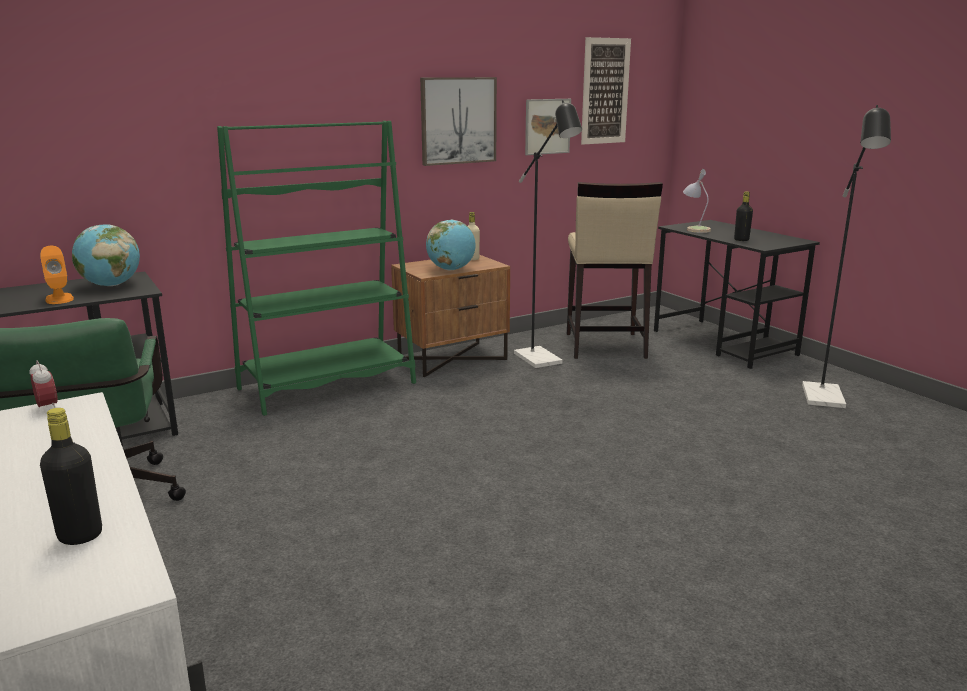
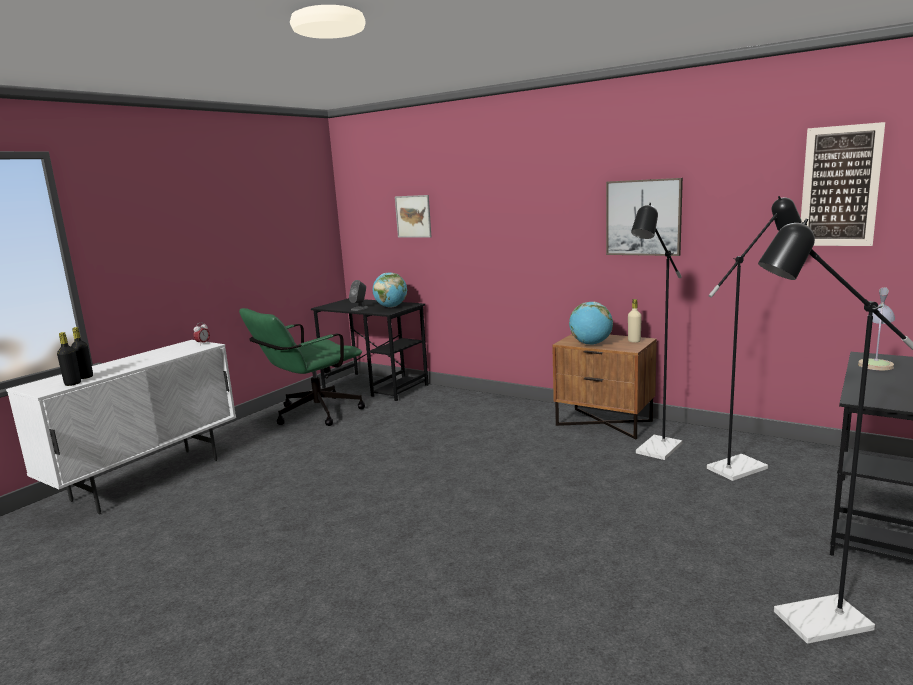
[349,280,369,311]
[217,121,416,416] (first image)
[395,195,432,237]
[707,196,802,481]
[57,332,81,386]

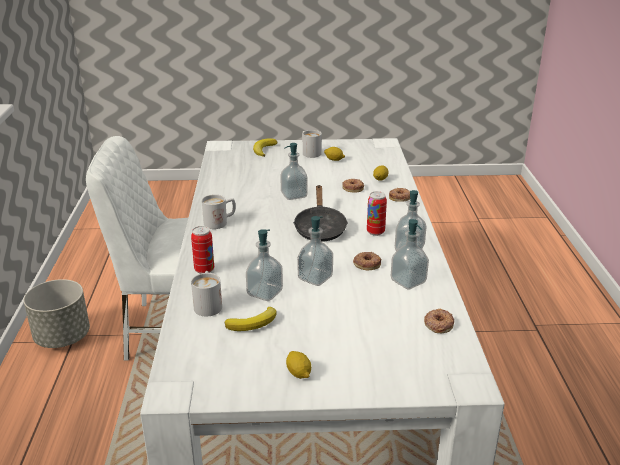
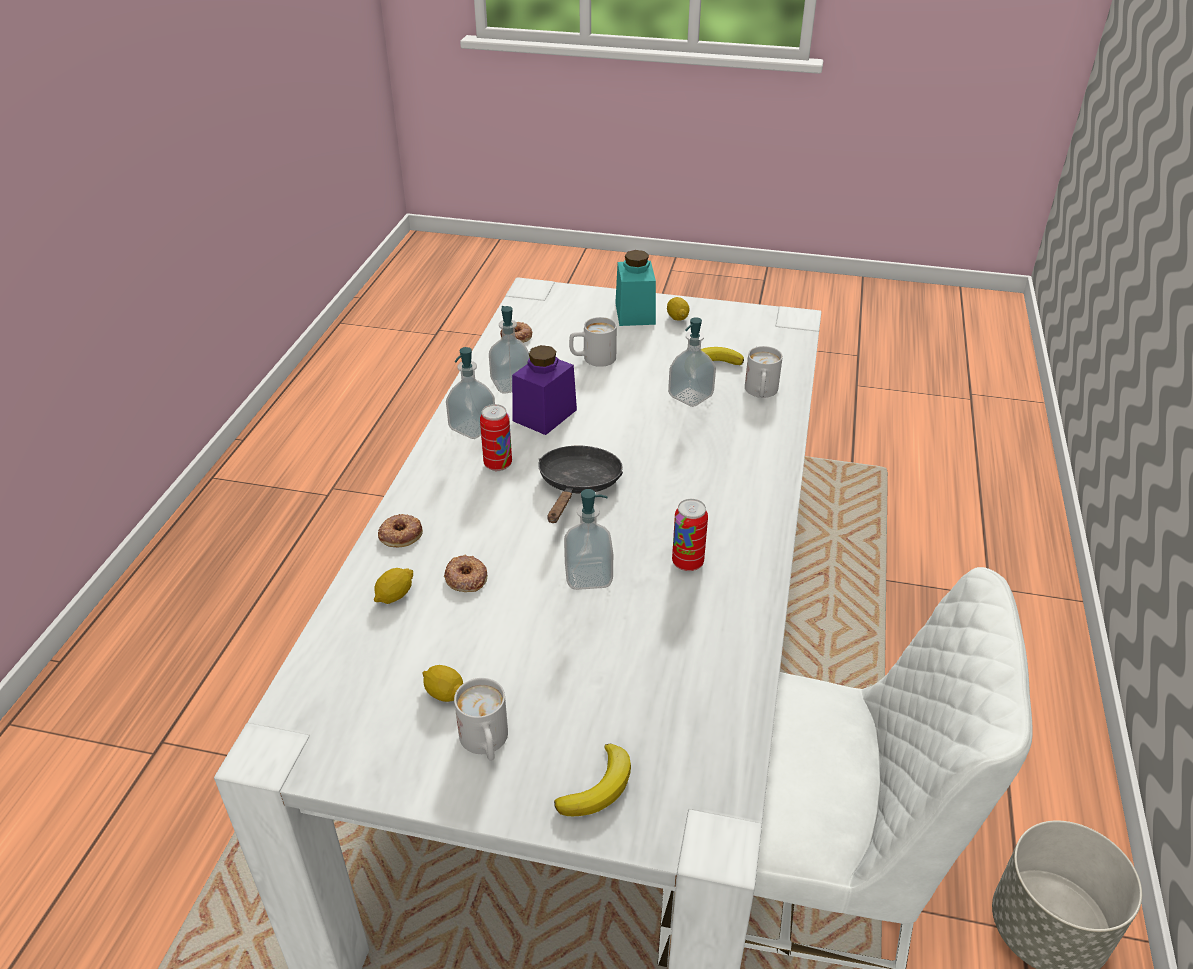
[672,499,708,571]
[569,317,617,367]
[297,216,333,286] (first image)
[512,345,577,435]
[615,250,656,326]

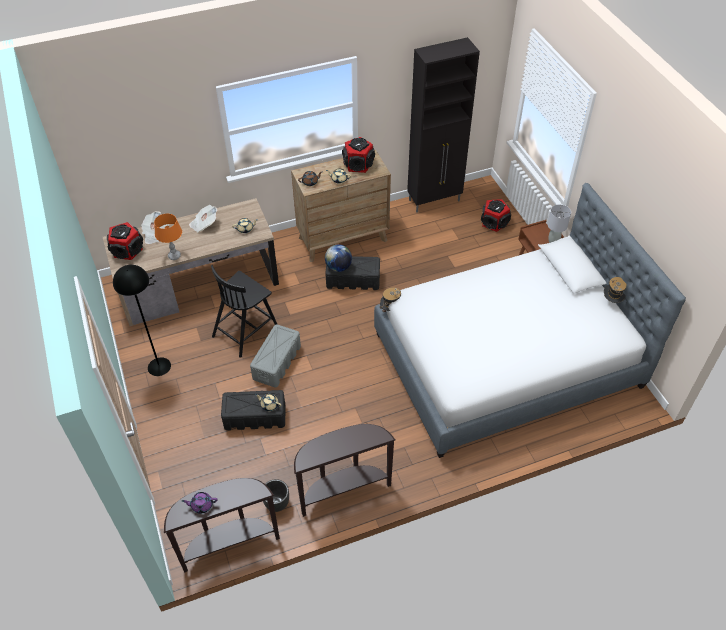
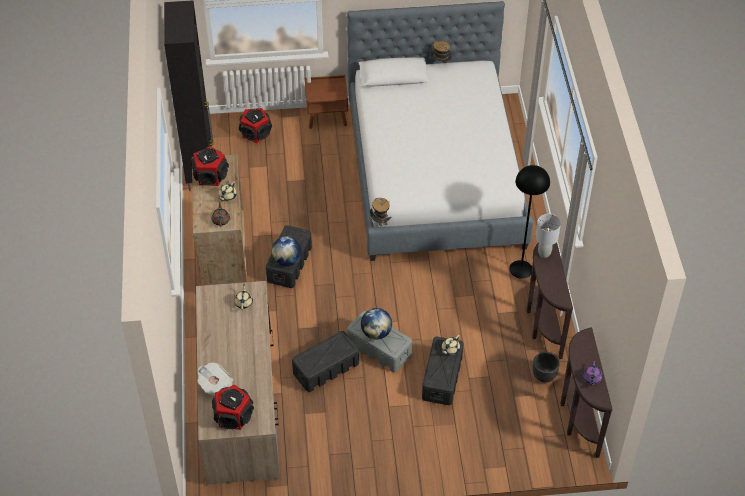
[509,165,550,279]
[154,214,182,260] (first image)
[189,205,218,233] (first image)
[292,331,359,392]
[535,214,561,258]
[361,308,392,340]

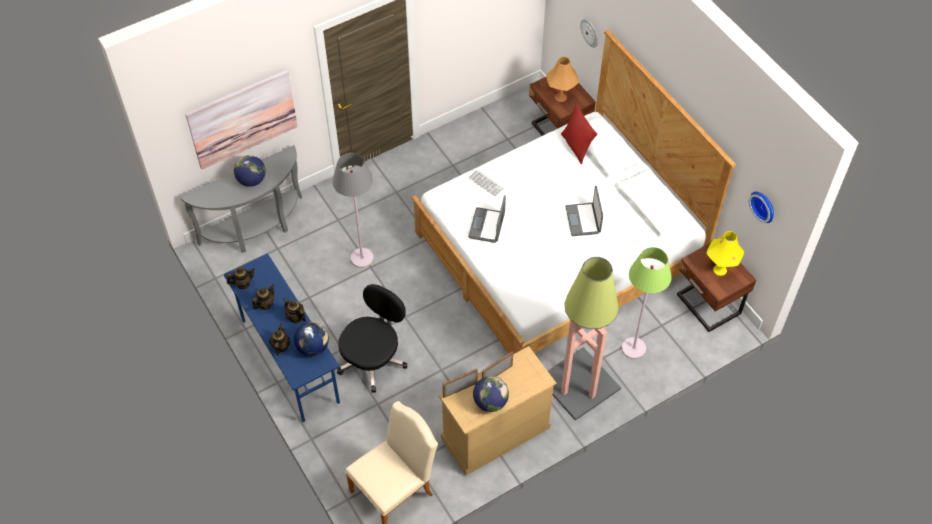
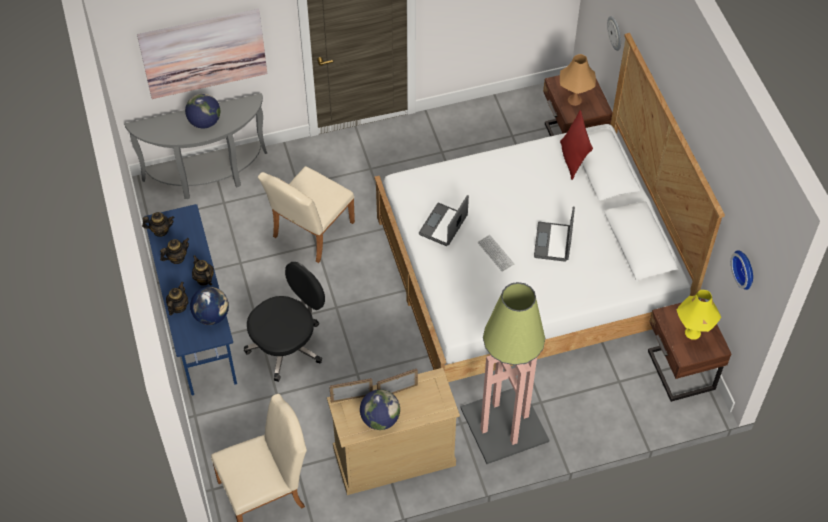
[258,166,355,263]
[478,235,514,272]
[622,247,672,359] (first image)

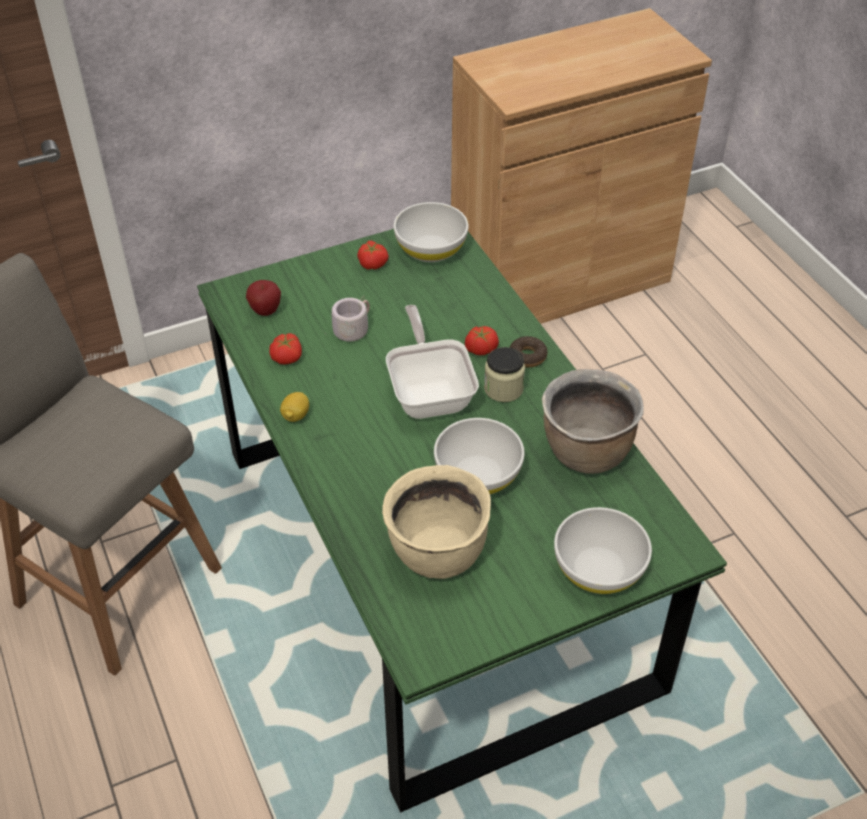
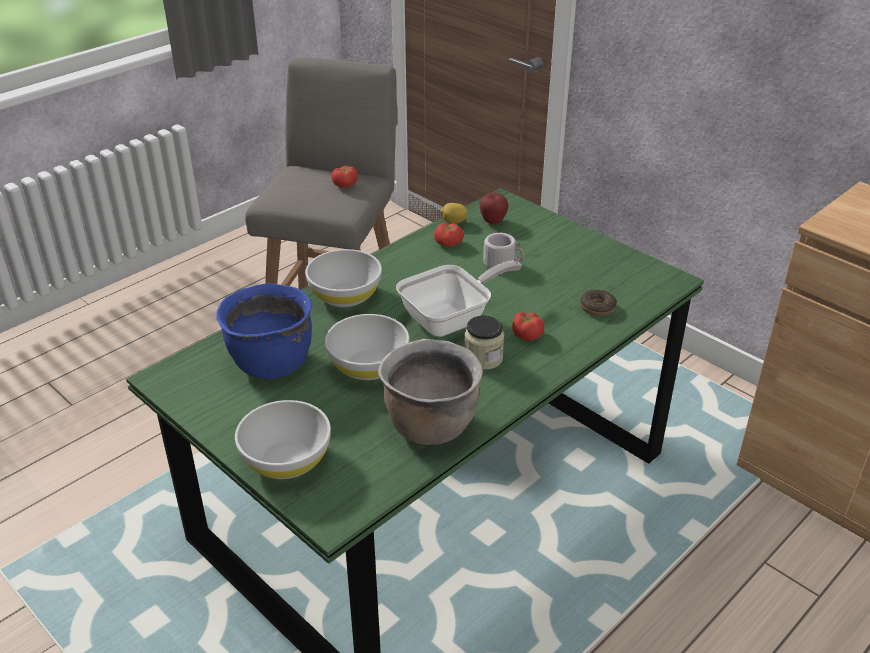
[440,203,468,224]
[331,166,358,187]
[216,284,312,379]
[305,249,382,307]
[580,290,617,316]

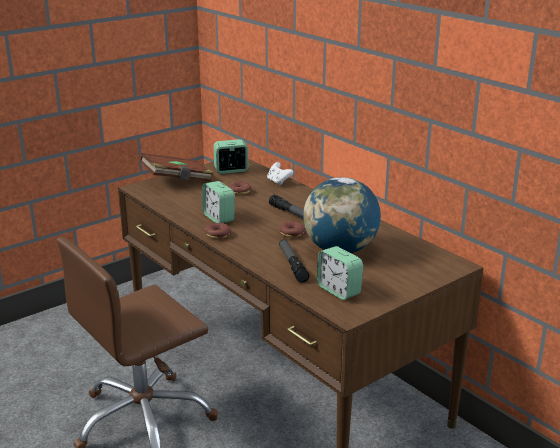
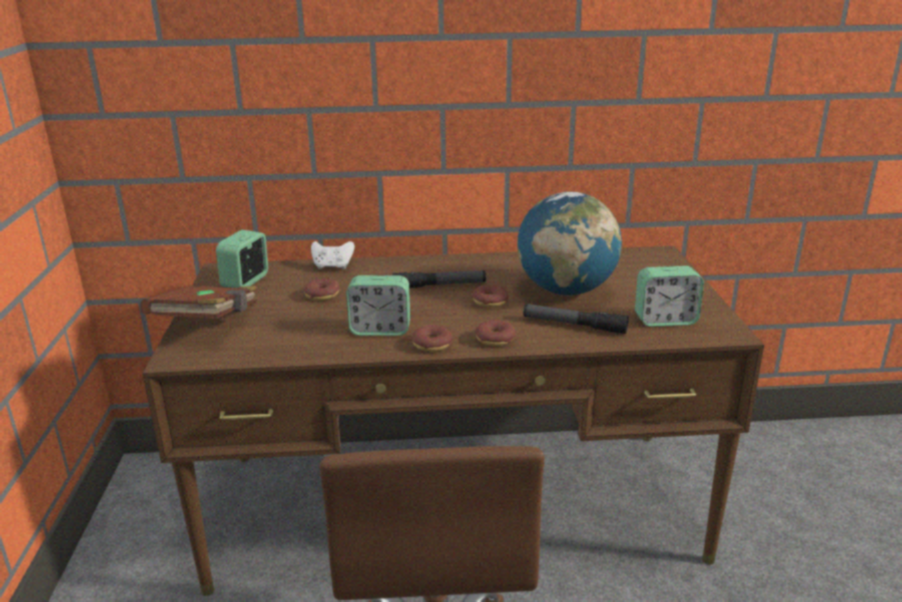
[475,320,516,346]

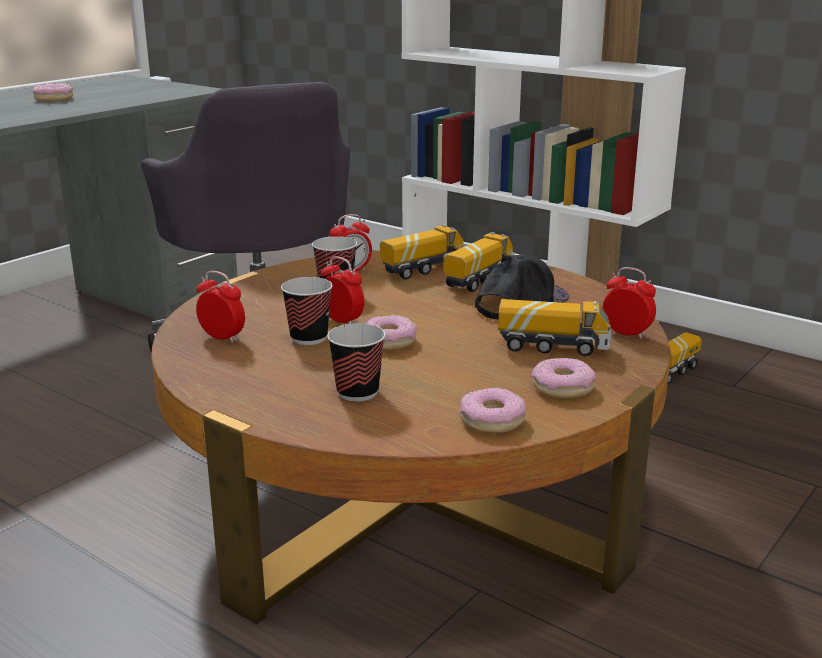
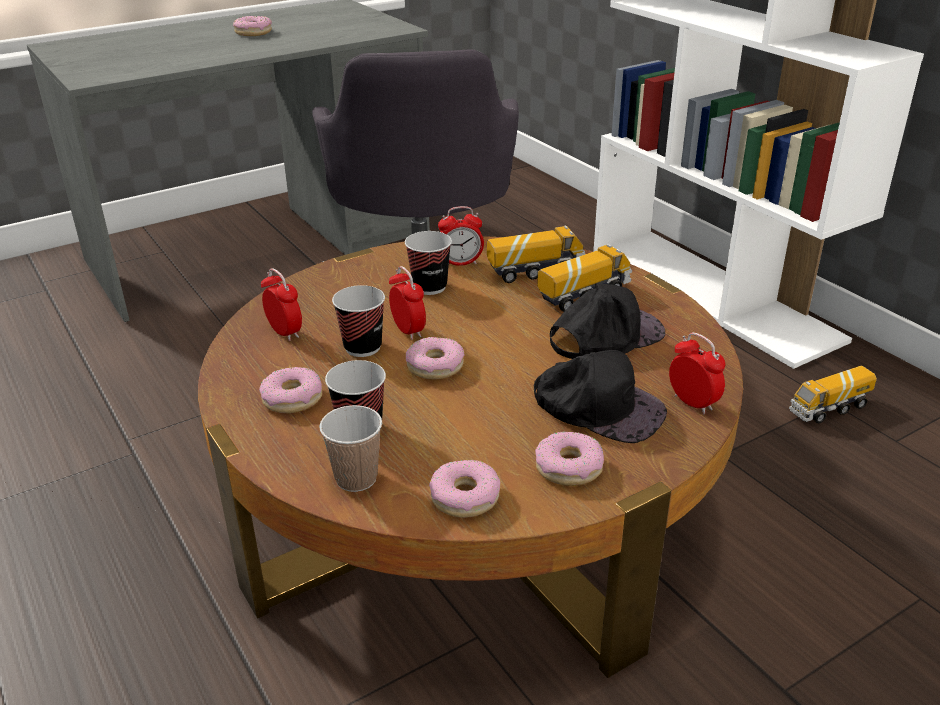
[534,350,667,443]
[259,367,322,413]
[319,405,382,492]

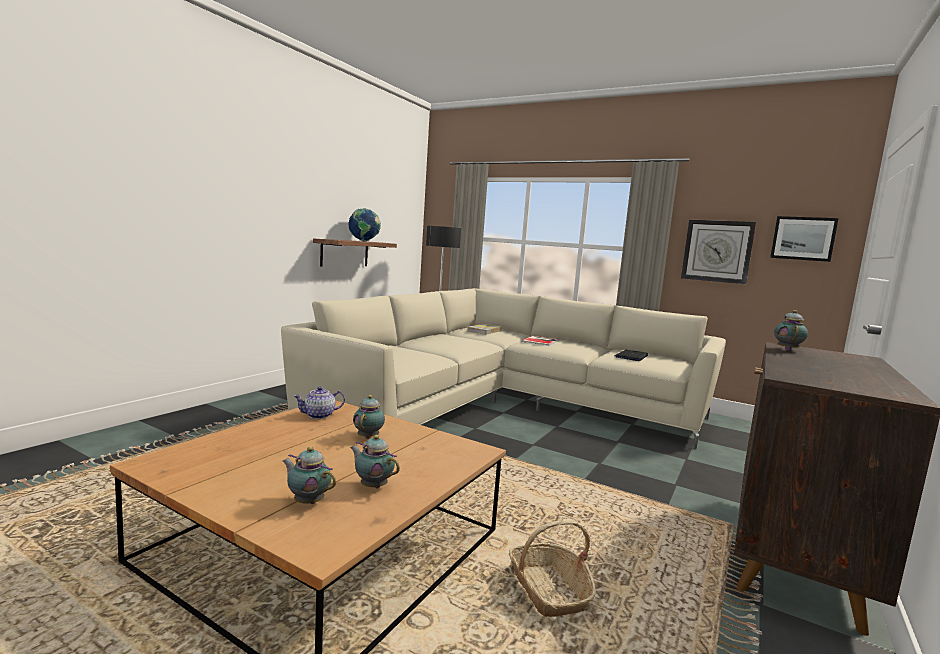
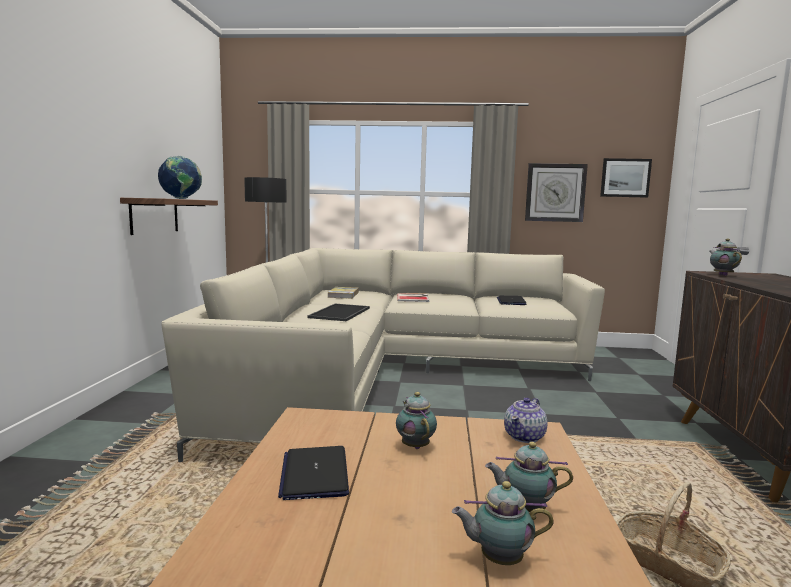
[504,397,548,443]
[278,446,349,500]
[307,304,370,321]

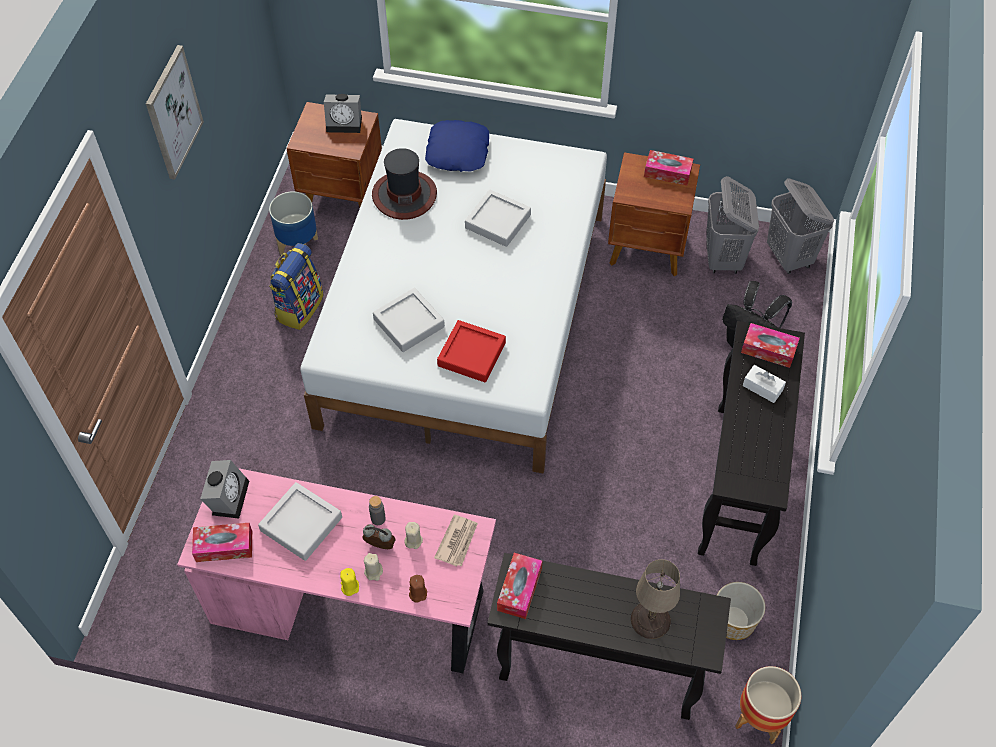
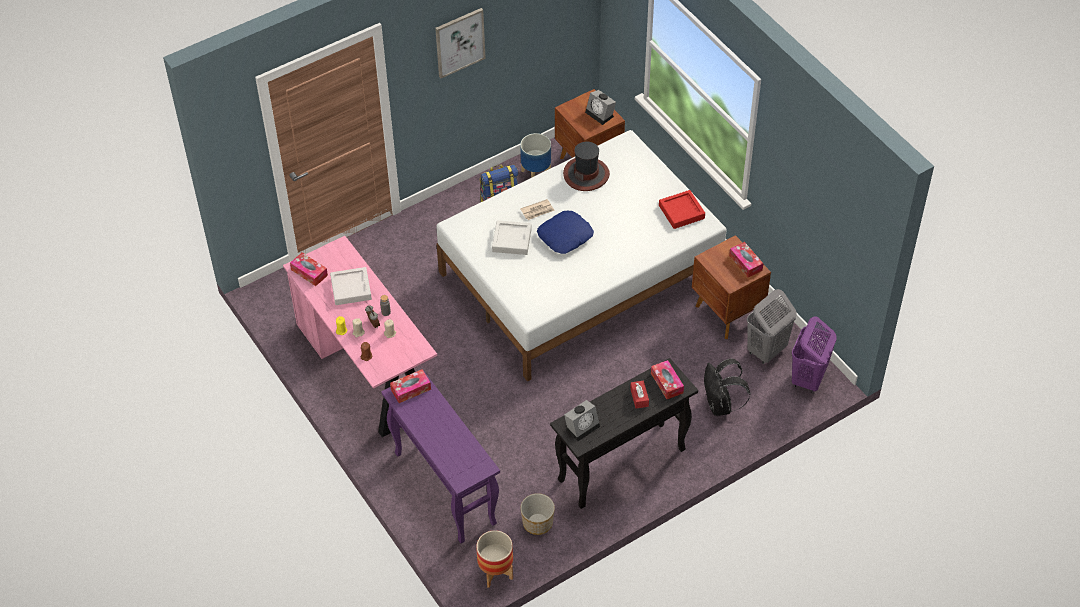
[564,400,600,441]
[537,211,594,254]
[520,199,555,220]
[659,190,705,229]
[465,190,531,247] (first image)
[381,370,500,544]
[631,559,680,639] (first image)
[630,380,649,409]
[792,316,837,393]

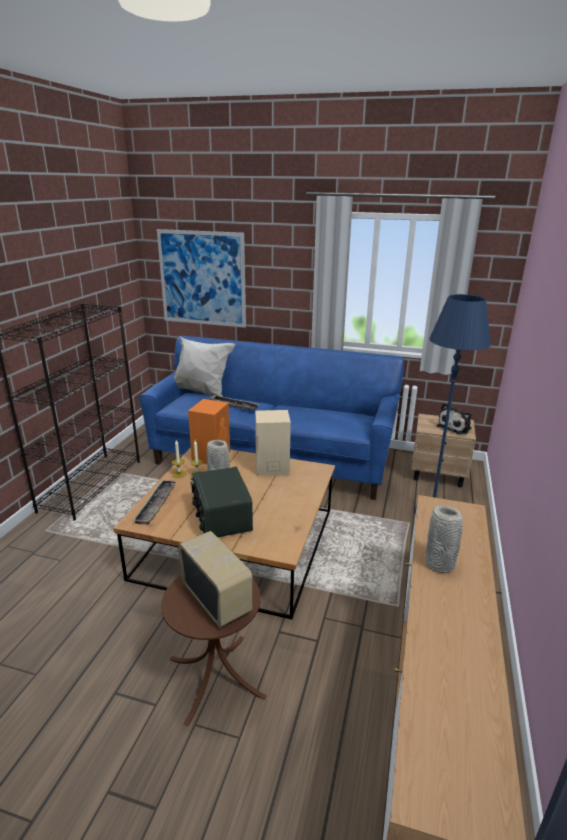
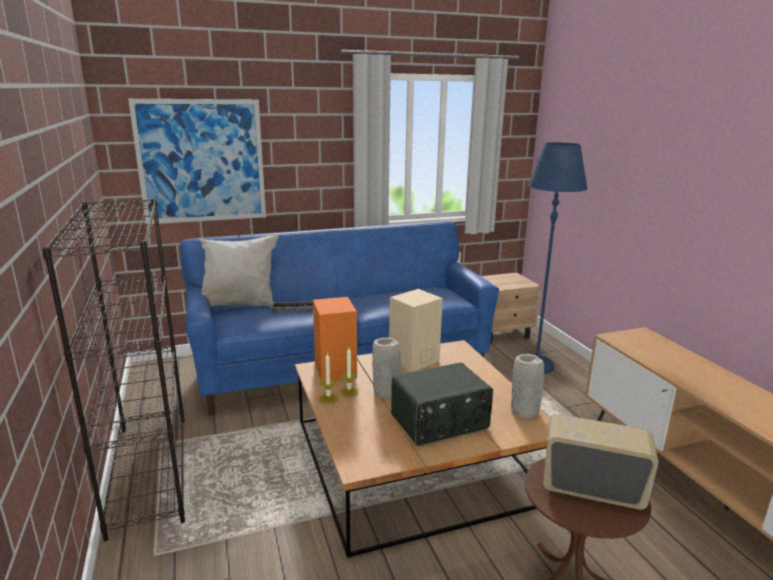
[133,480,176,525] (first image)
[391,362,493,446]
[511,354,544,418]
[437,403,472,434] (first image)

